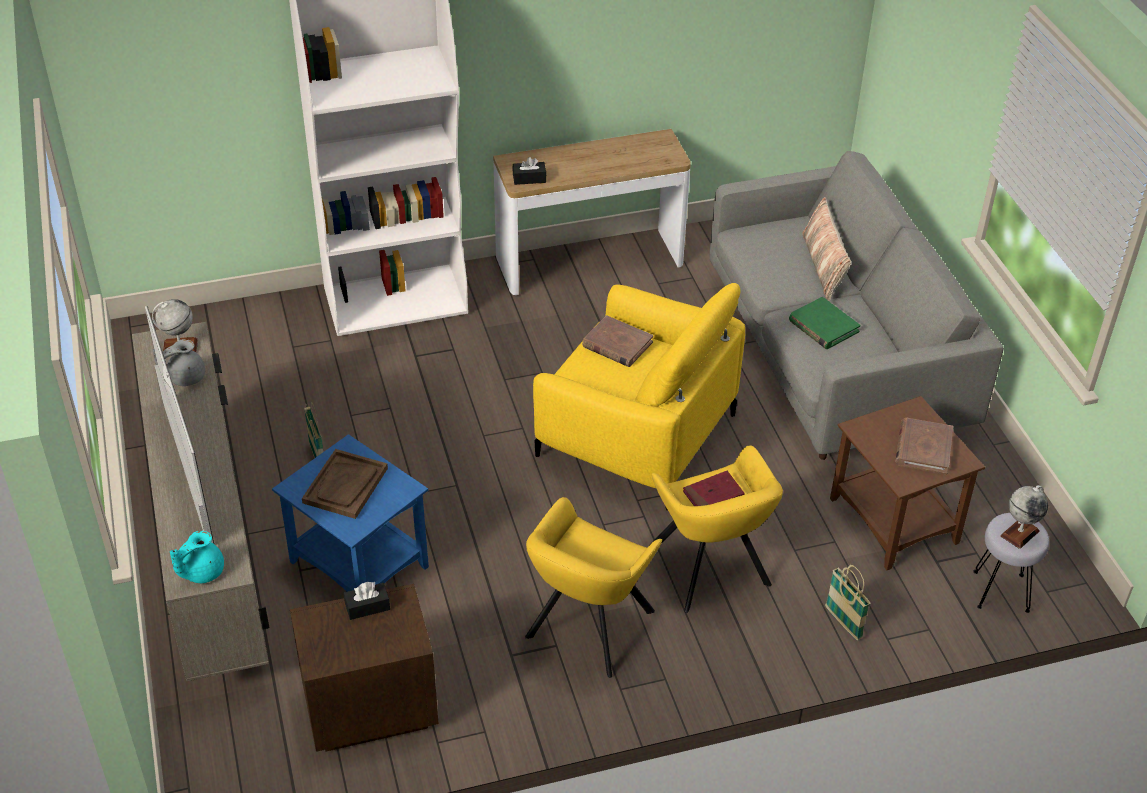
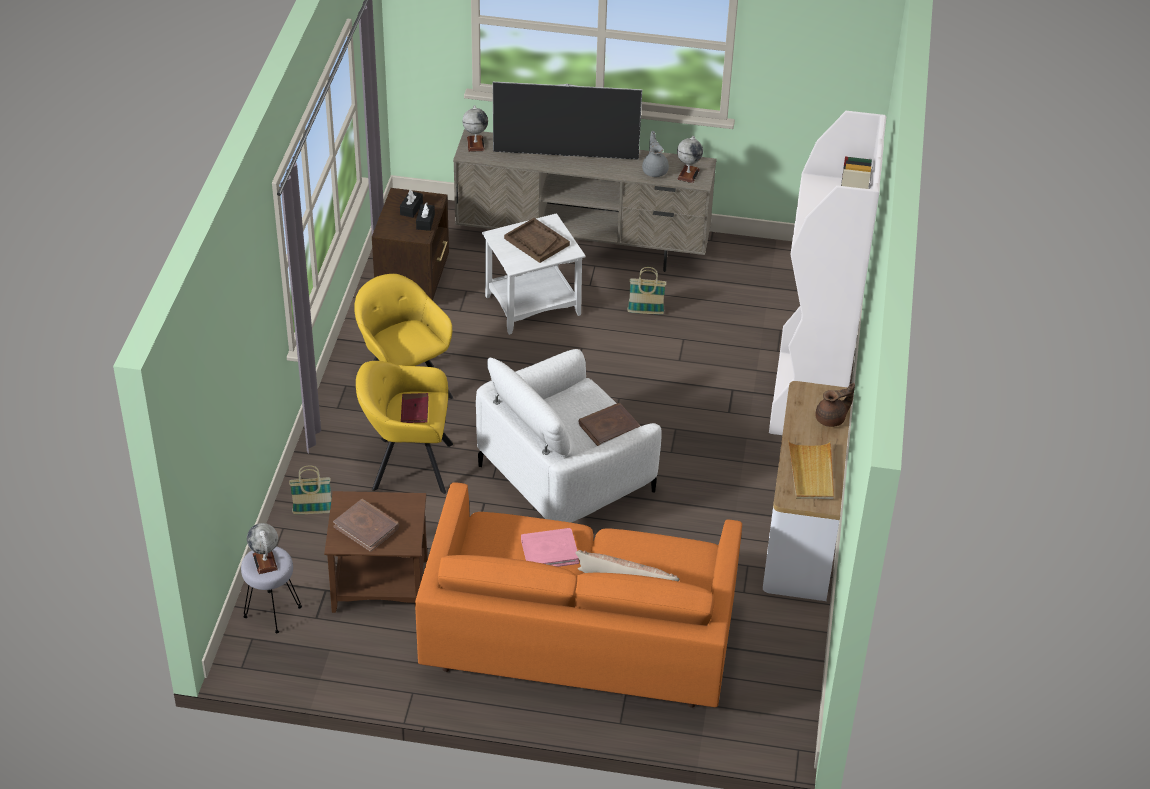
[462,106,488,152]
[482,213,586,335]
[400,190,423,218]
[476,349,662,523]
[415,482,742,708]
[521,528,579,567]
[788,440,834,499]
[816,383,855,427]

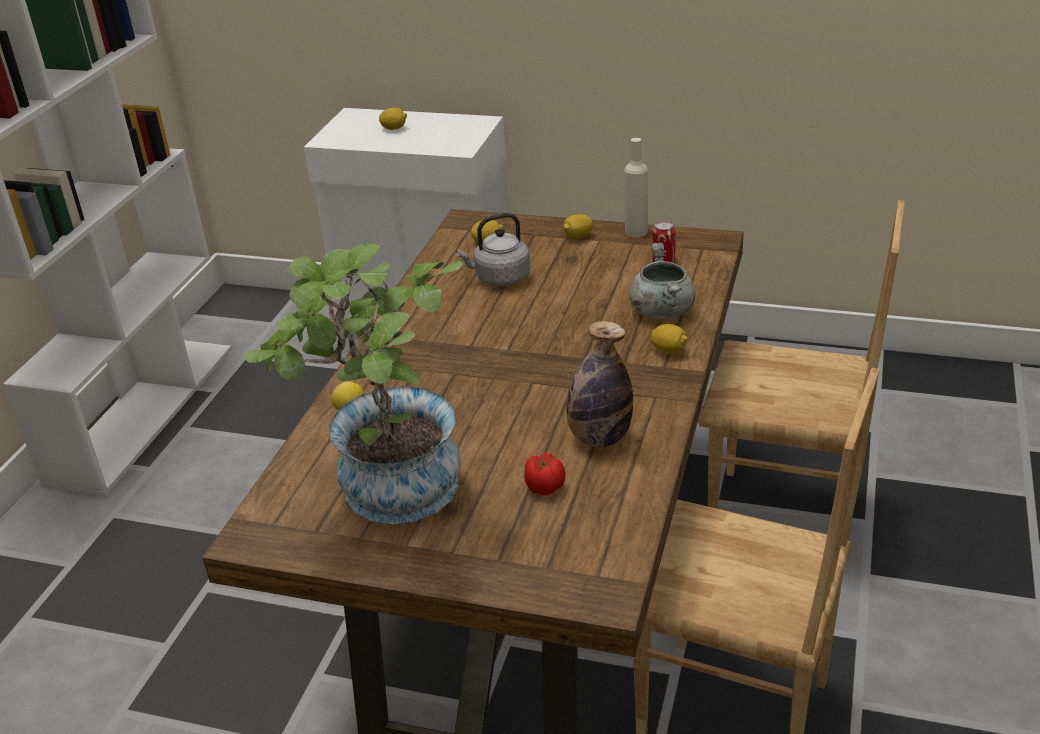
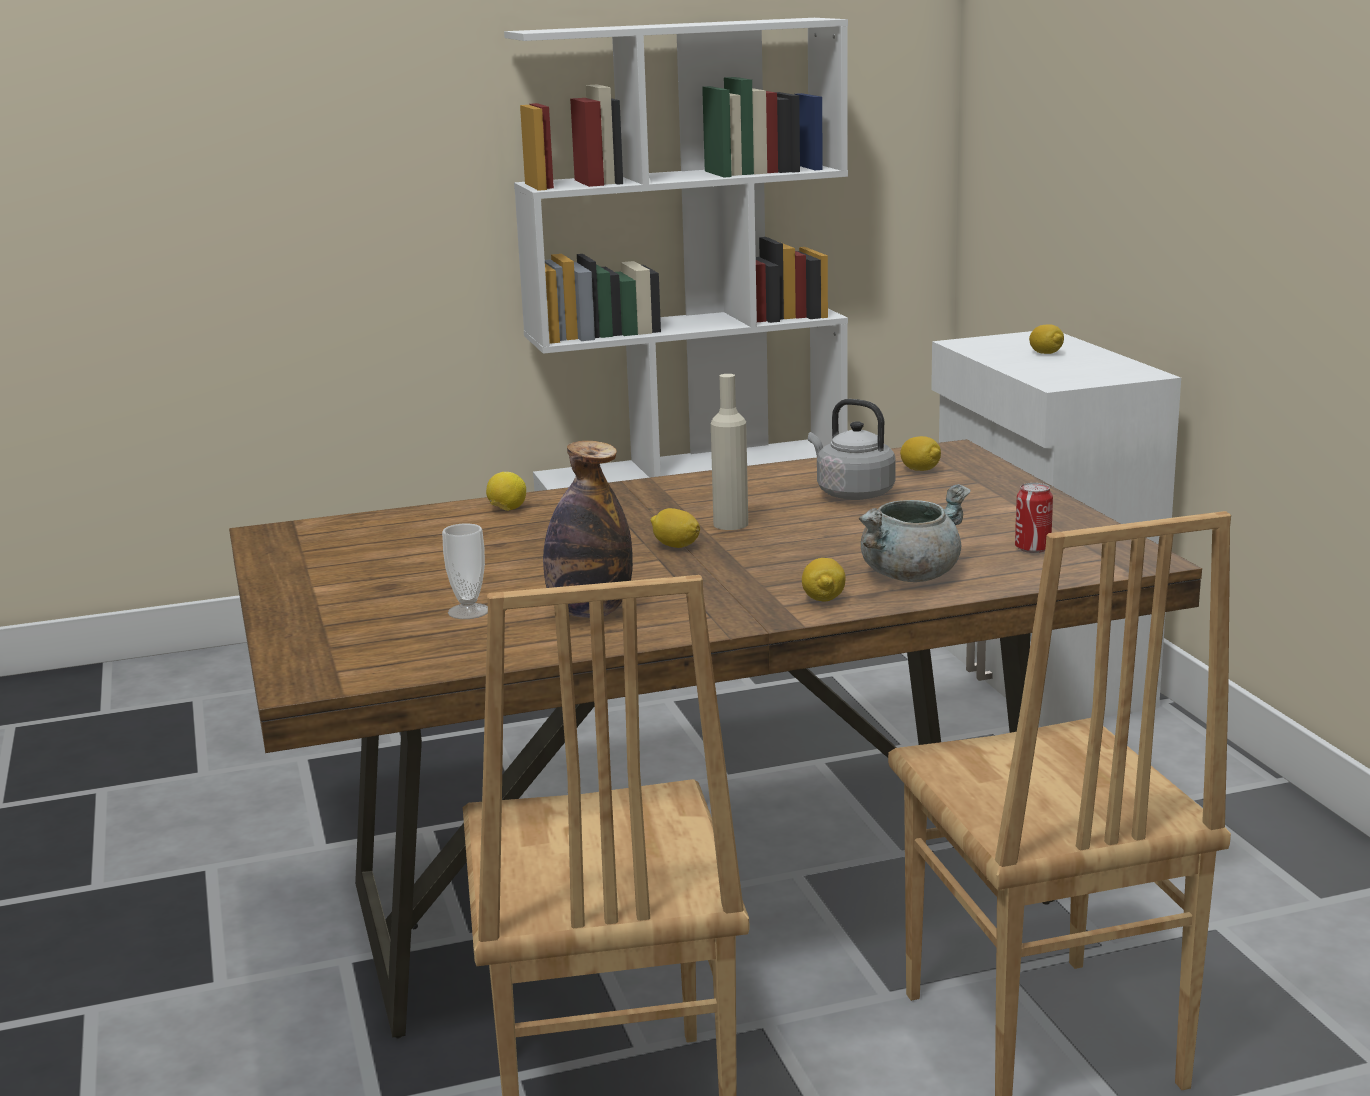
[245,244,463,524] (first image)
[442,523,488,619]
[650,508,700,548]
[711,374,748,530]

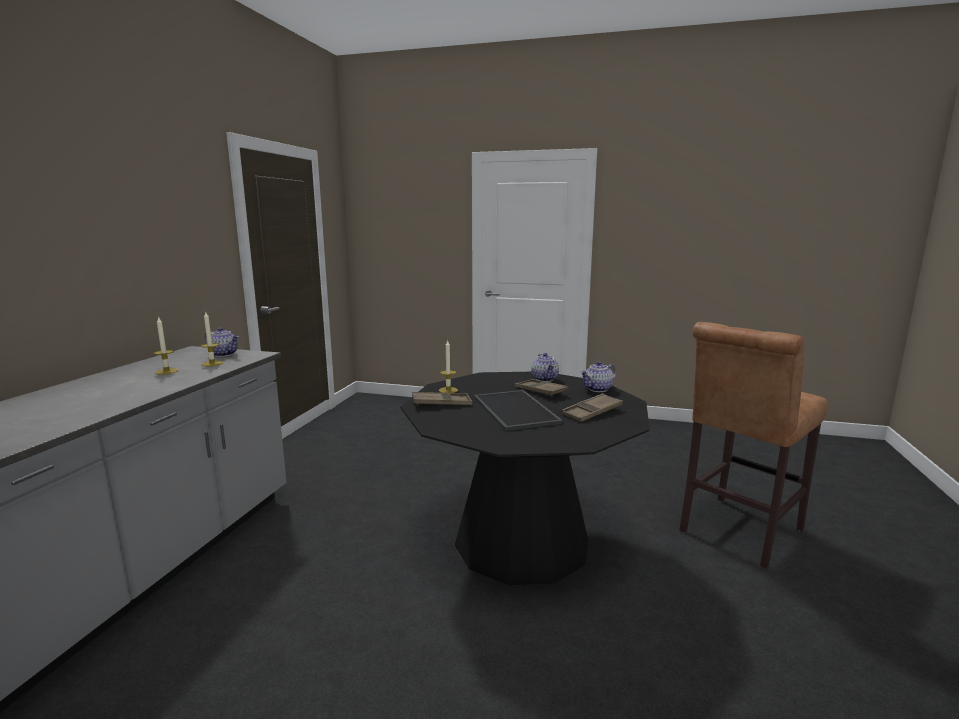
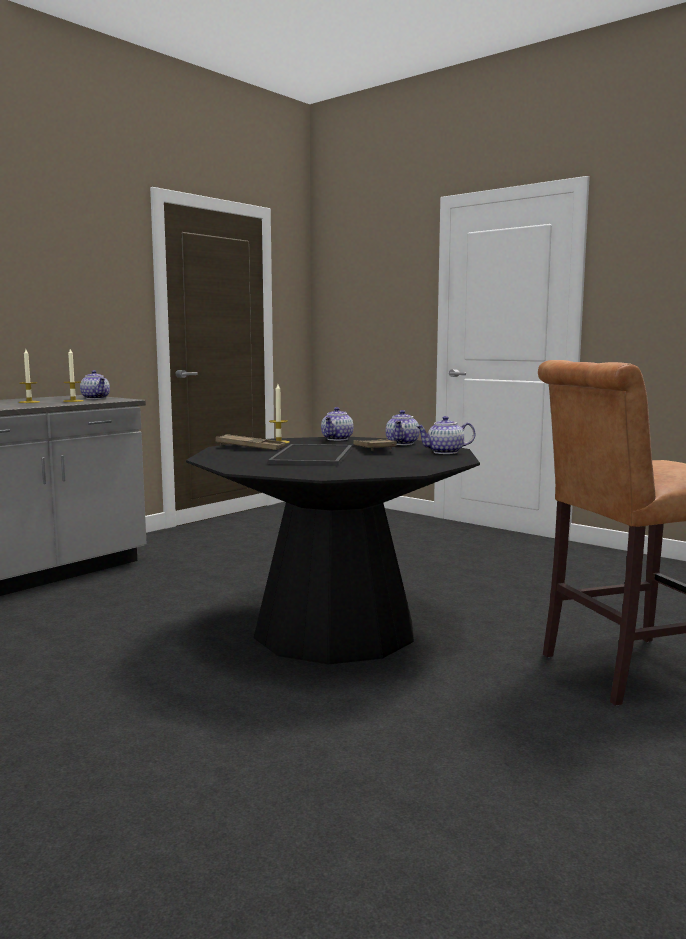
[561,393,623,422] (first image)
[321,407,353,441]

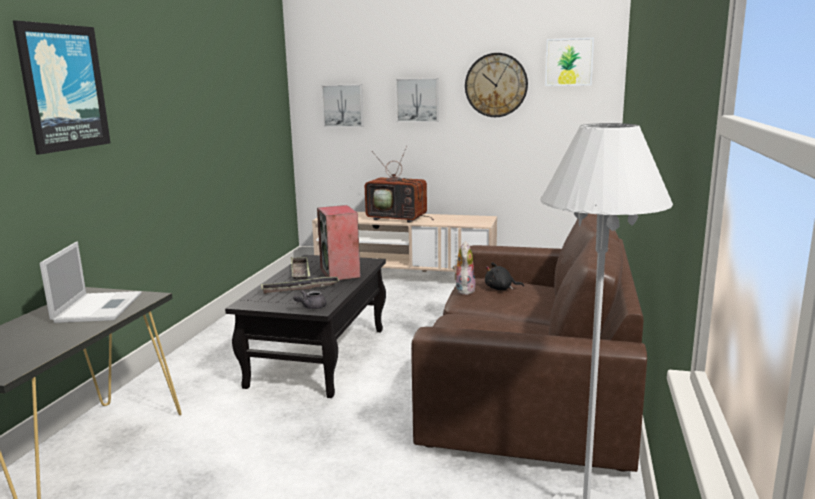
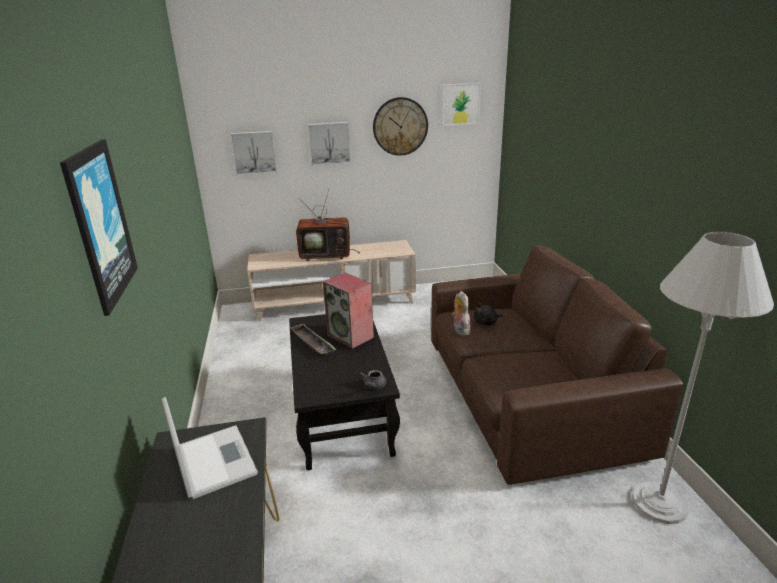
[261,277,340,294] (first image)

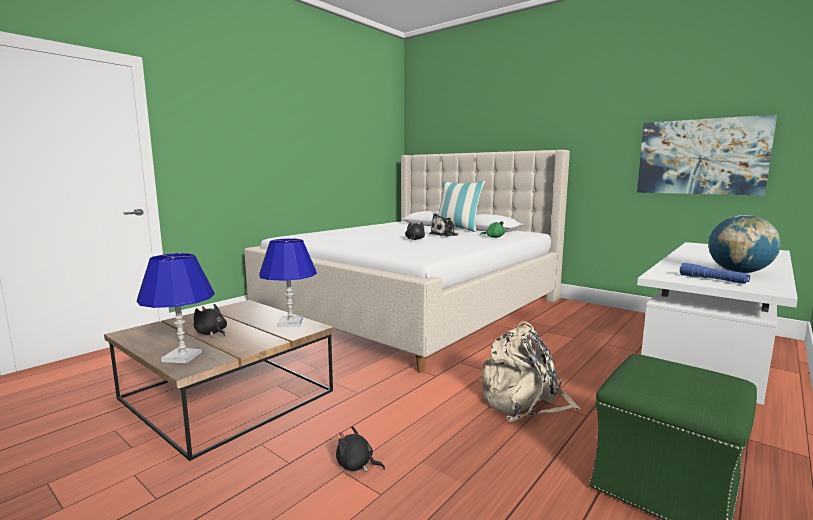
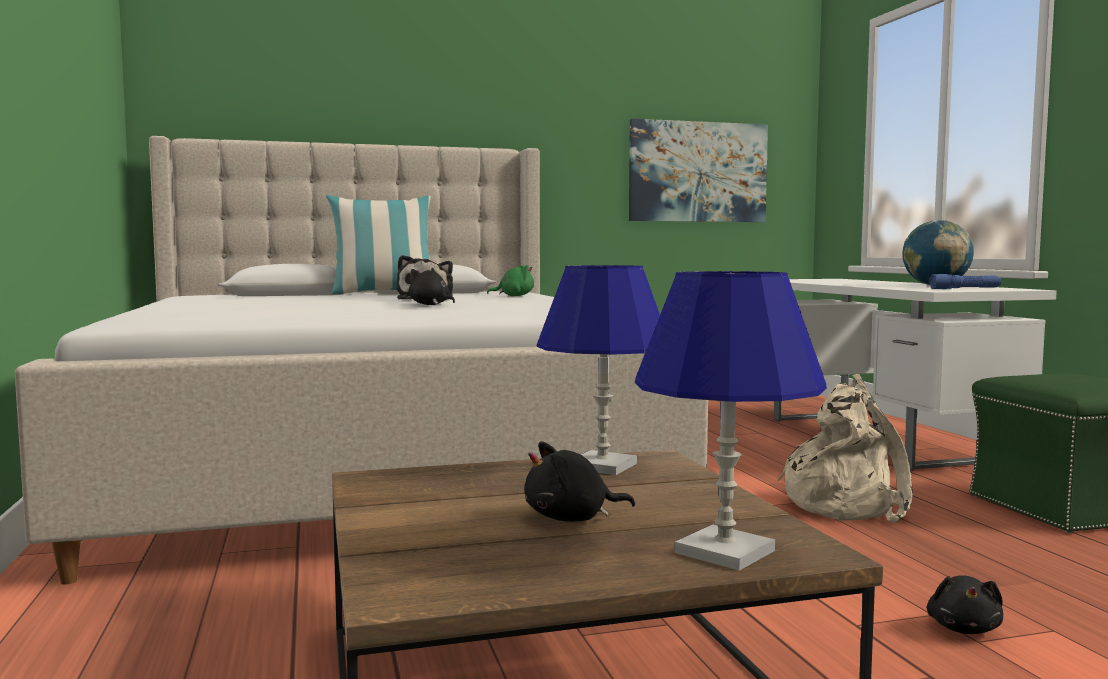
[927,575,1003,634]

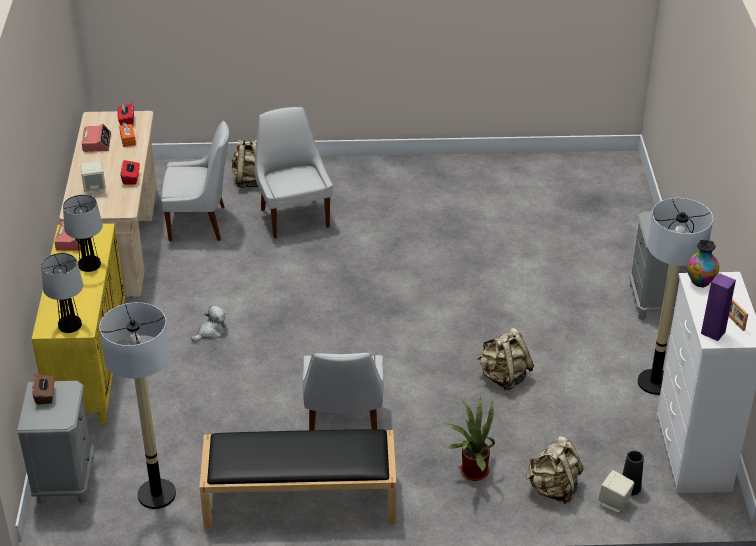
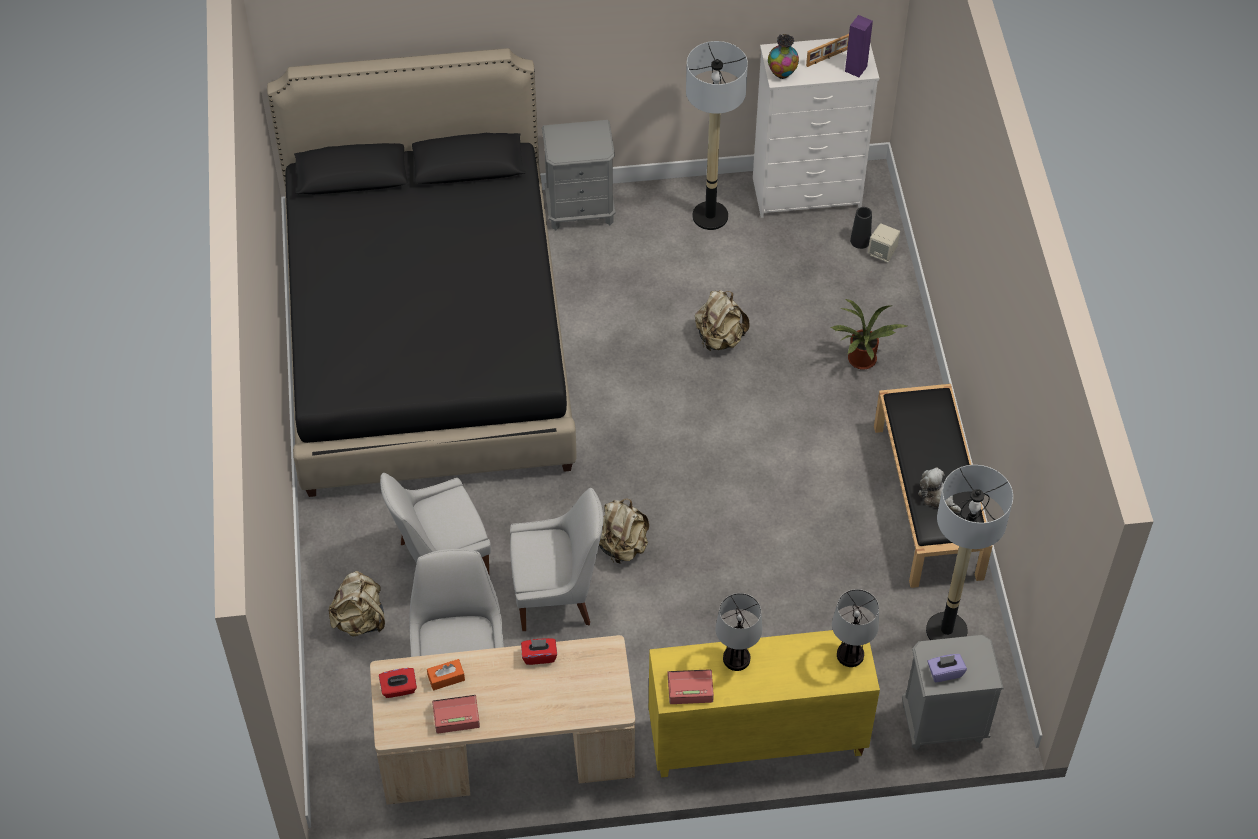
[927,654,967,682]
[80,161,106,195] (first image)
[918,468,961,513]
[510,488,604,631]
[599,499,649,564]
[267,48,577,497]

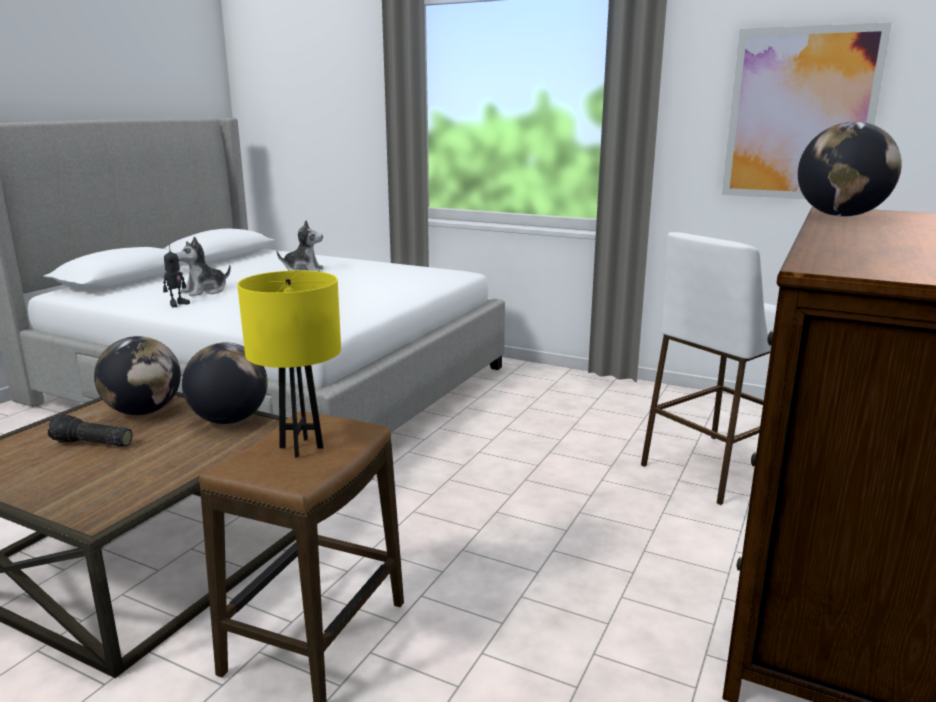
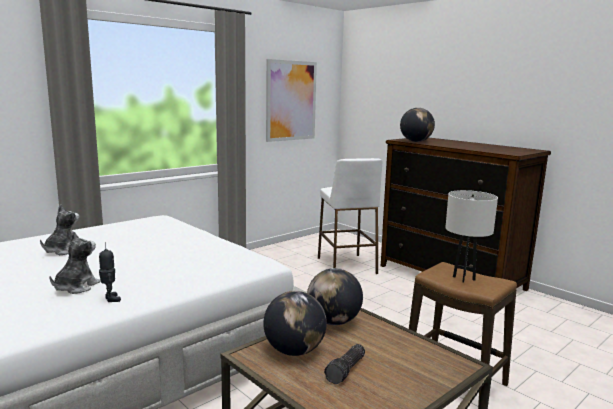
[49,231,100,294]
[445,190,498,283]

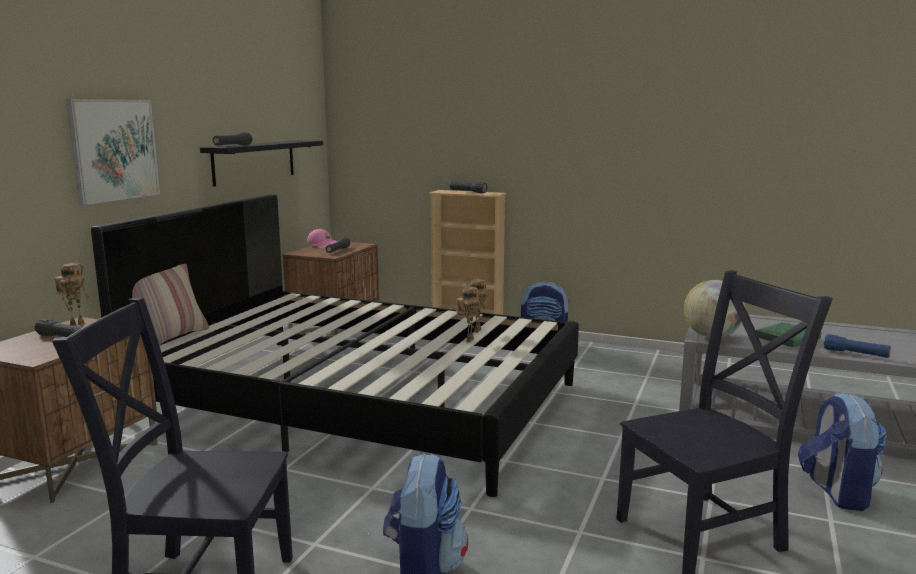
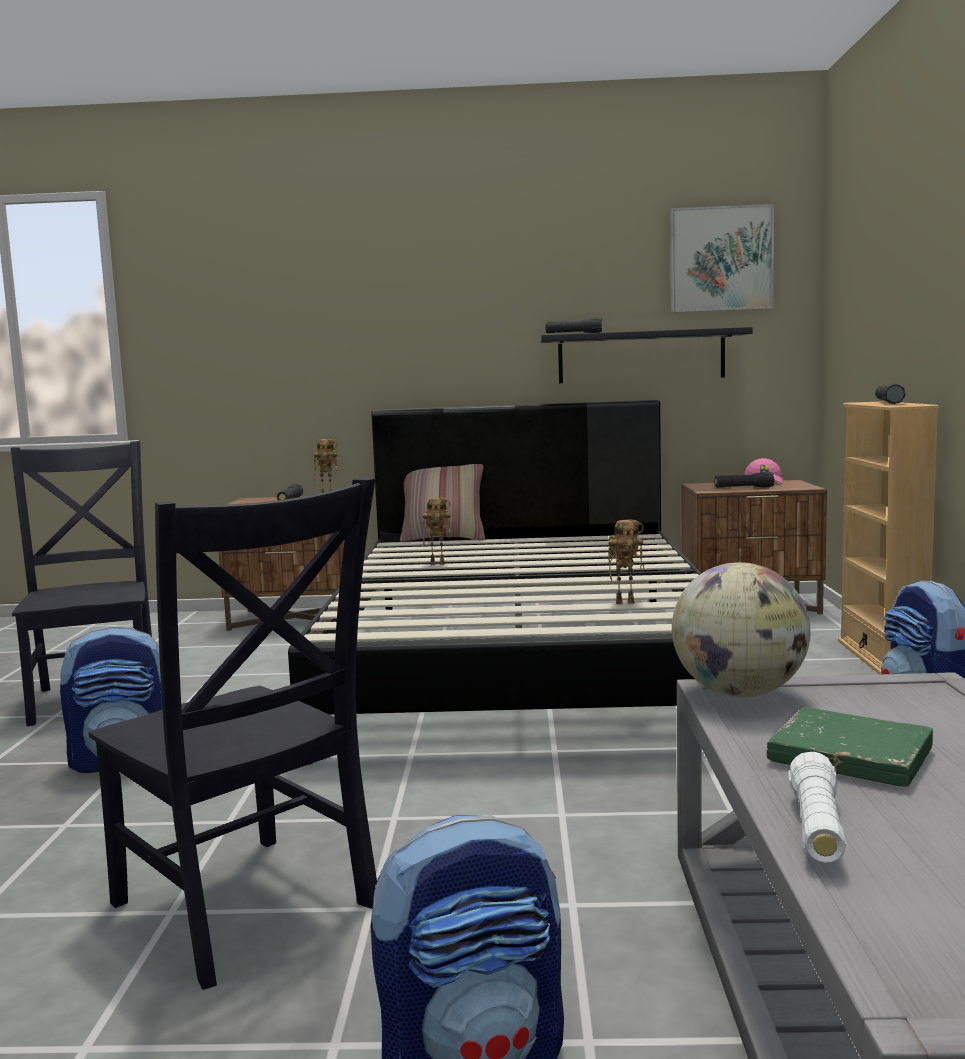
[670,204,774,313]
[423,497,451,565]
[789,752,846,863]

